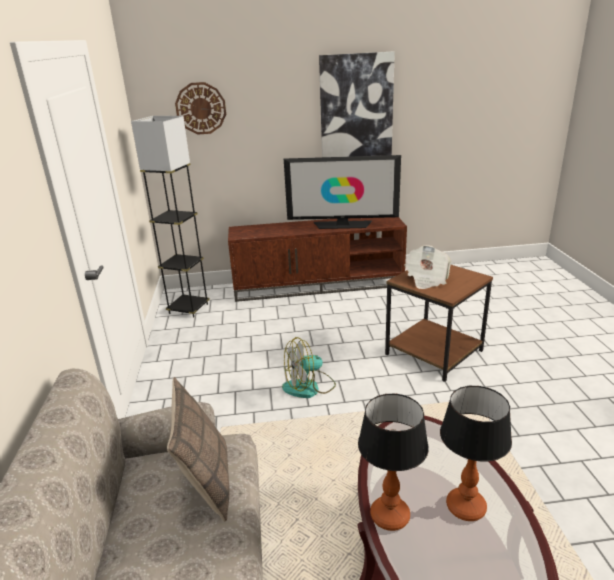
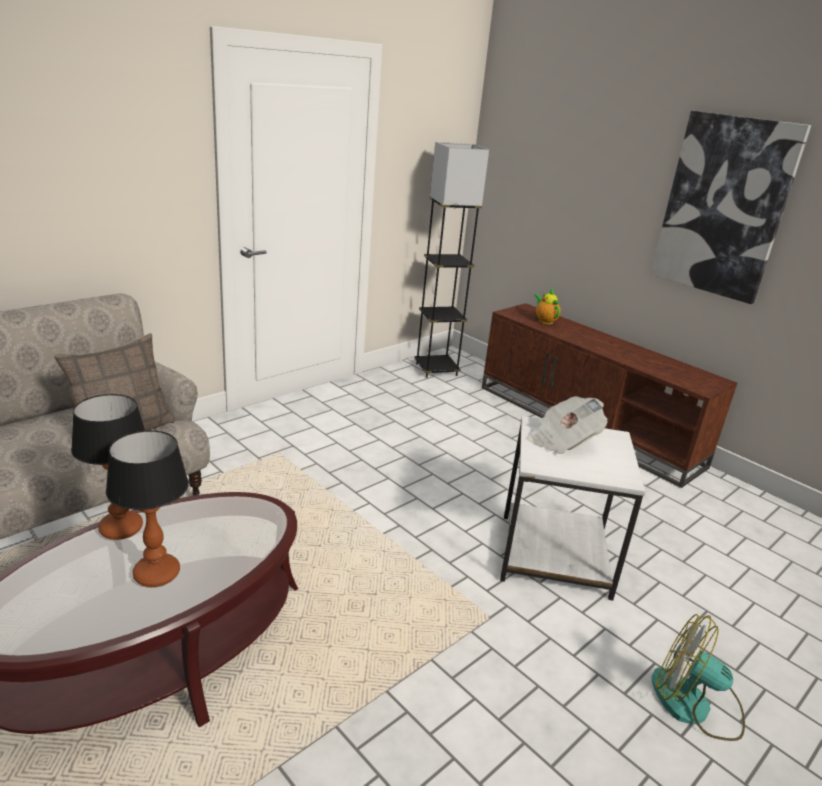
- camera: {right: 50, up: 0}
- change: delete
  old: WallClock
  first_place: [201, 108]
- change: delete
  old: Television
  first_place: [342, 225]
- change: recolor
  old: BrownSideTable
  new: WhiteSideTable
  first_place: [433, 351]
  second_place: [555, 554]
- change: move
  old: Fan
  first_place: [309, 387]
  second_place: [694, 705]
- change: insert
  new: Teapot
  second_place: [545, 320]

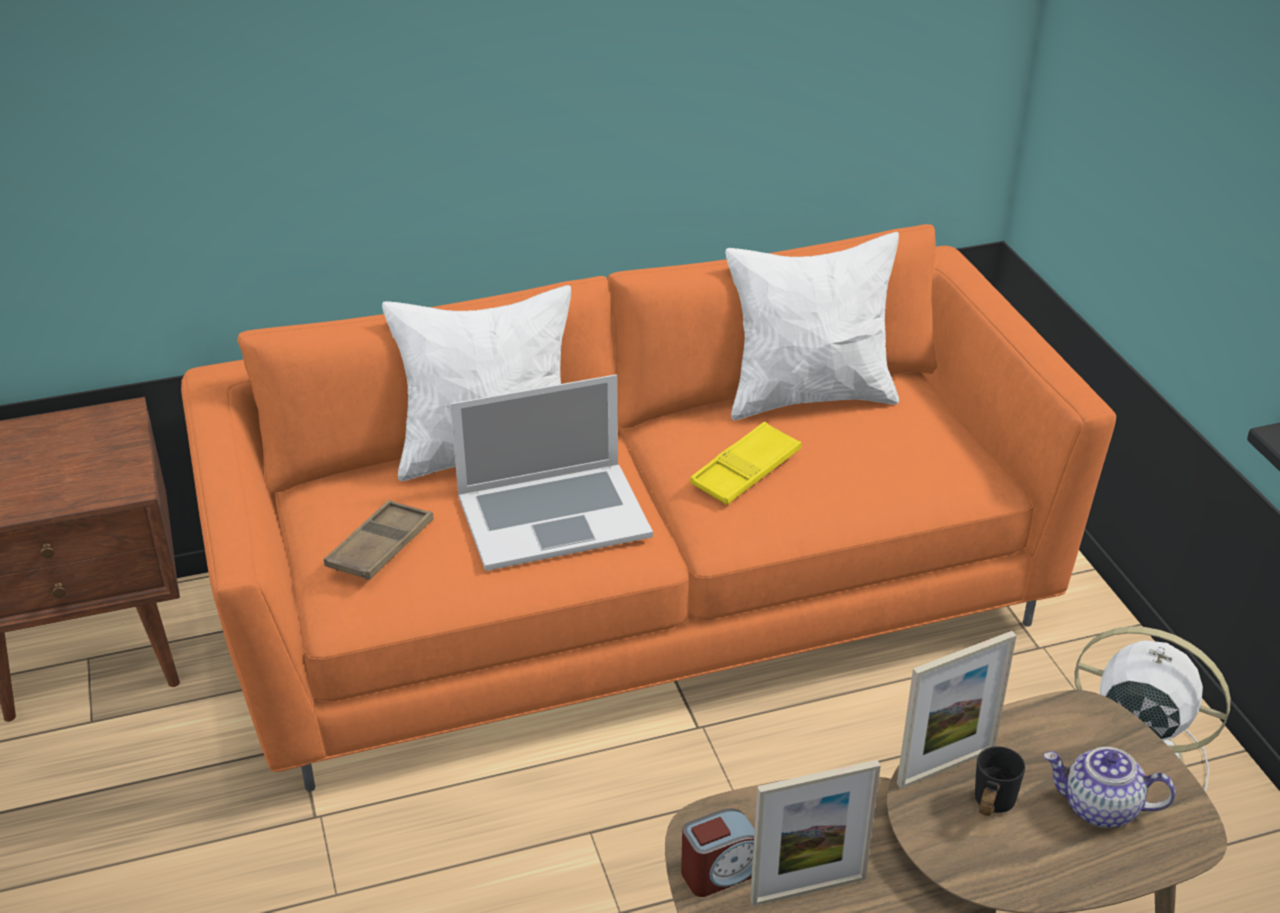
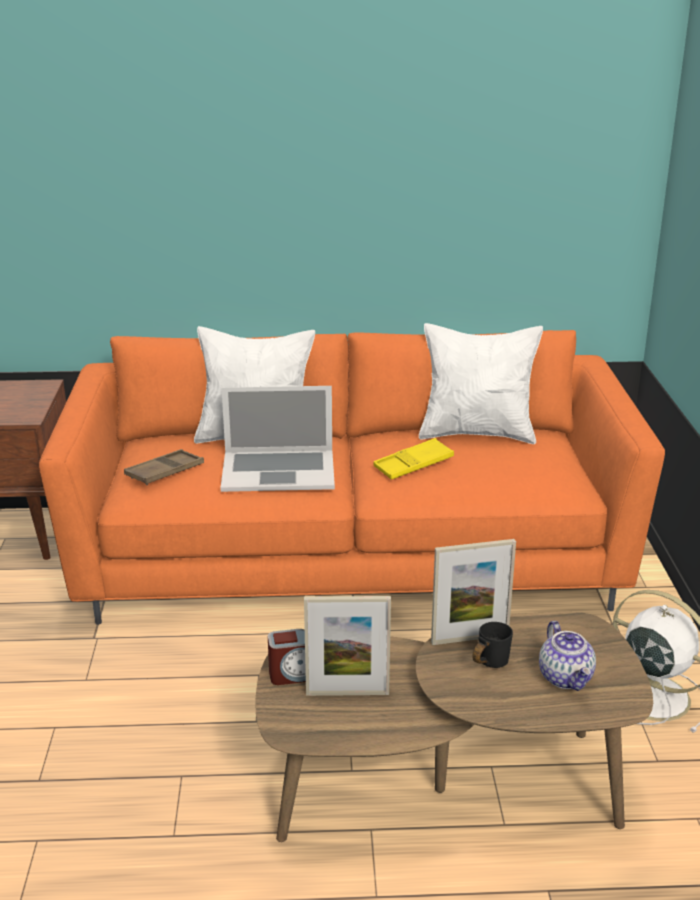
- camera: {right: 15, up: -10}
- change: rotate
  old: Teapot
  first_place: [1099, 808]
  second_place: [566, 678]
  degrees: -135

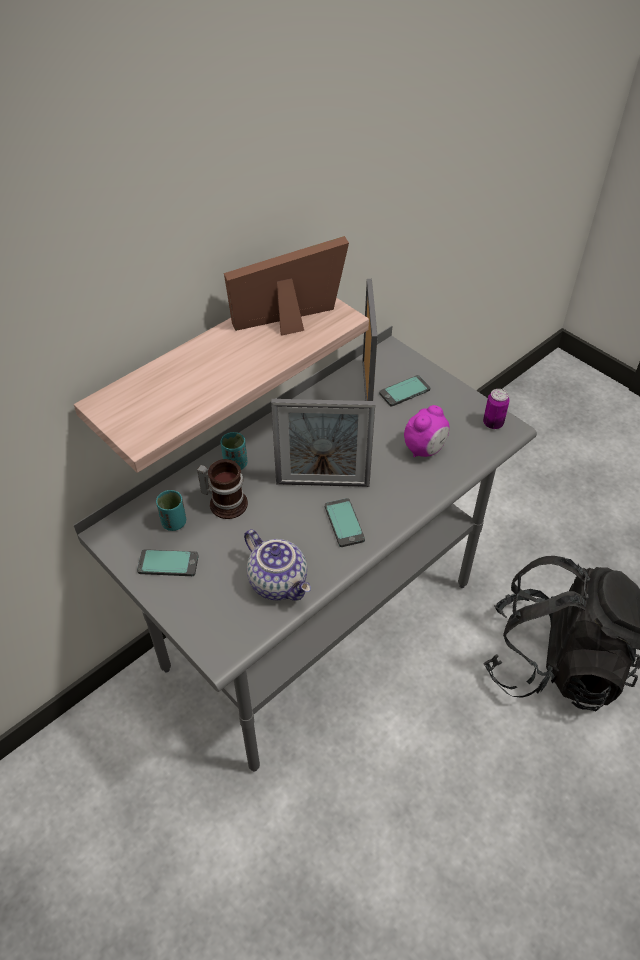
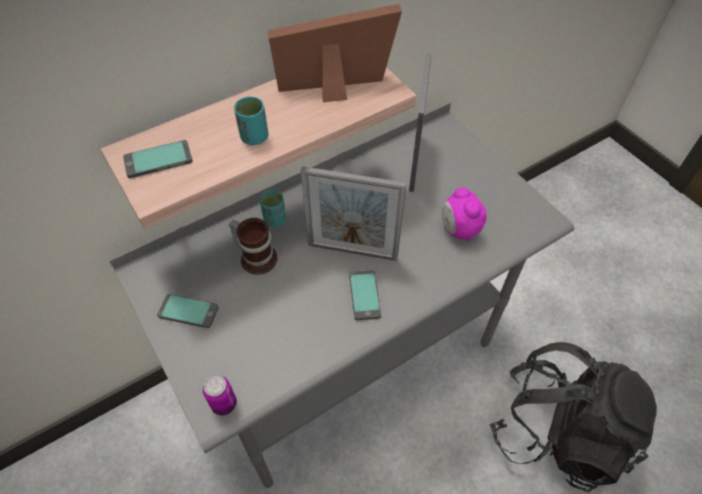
- camera: {right: 10, up: 5}
- change: move
  old: Phone
  first_place: [404, 392]
  second_place: [158, 160]
- change: move
  old: Can
  first_place: [493, 423]
  second_place: [224, 404]
- change: rotate
  old: AlarmClock
  first_place: [425, 449]
  second_place: [459, 230]
  degrees: 105
- change: move
  old: TurquoiseCup
  first_place: [174, 522]
  second_place: [254, 138]
- change: delete
  old: Teapot
  first_place: [279, 582]

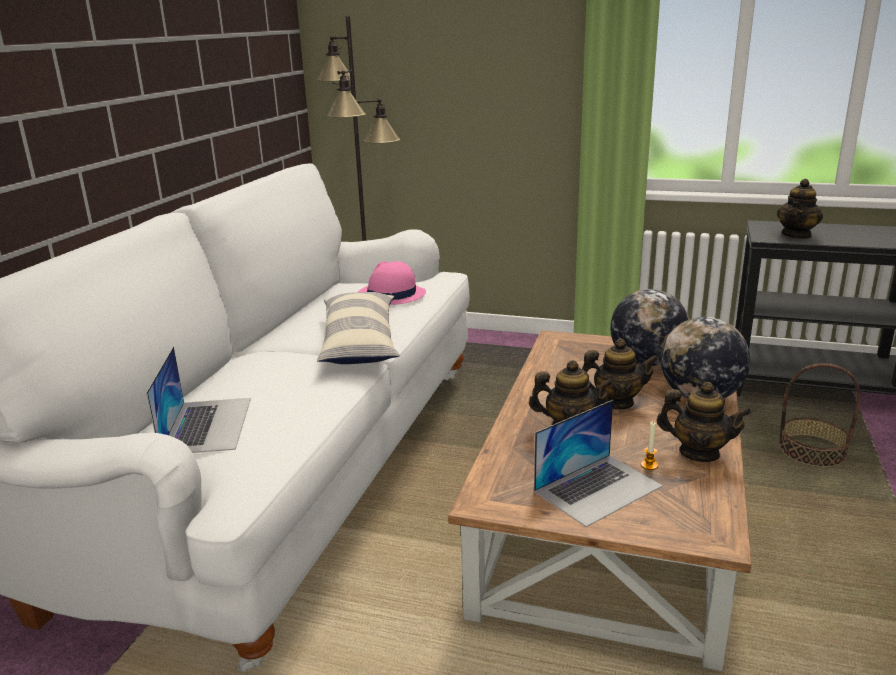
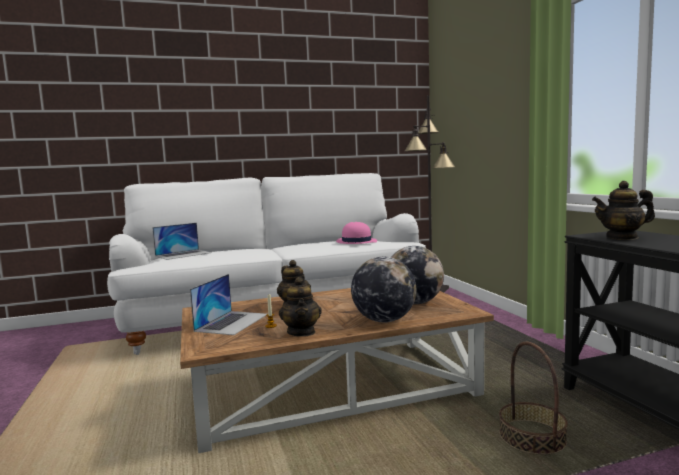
- camera: {right: 55, up: -15}
- change: delete
  old: Pillow
  first_place: [360, 343]
- change: delete
  old: Teapot
  first_place: [616, 402]
- change: rotate
  old: Laptop
  first_place: [598, 488]
  second_place: [232, 322]
  degrees: -90

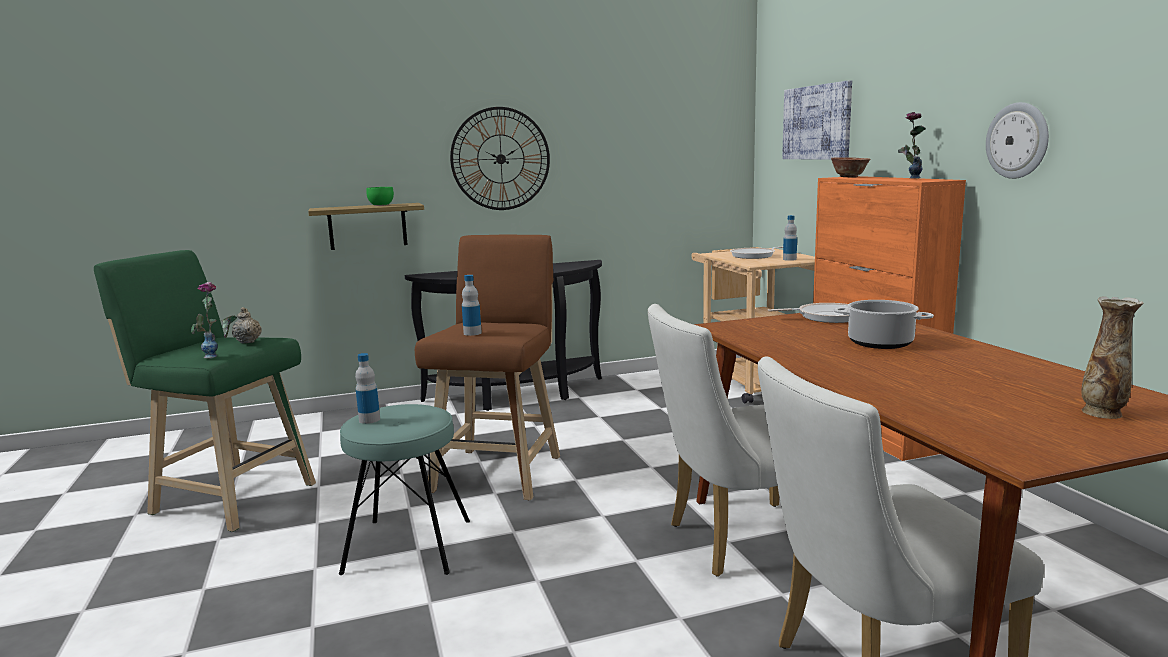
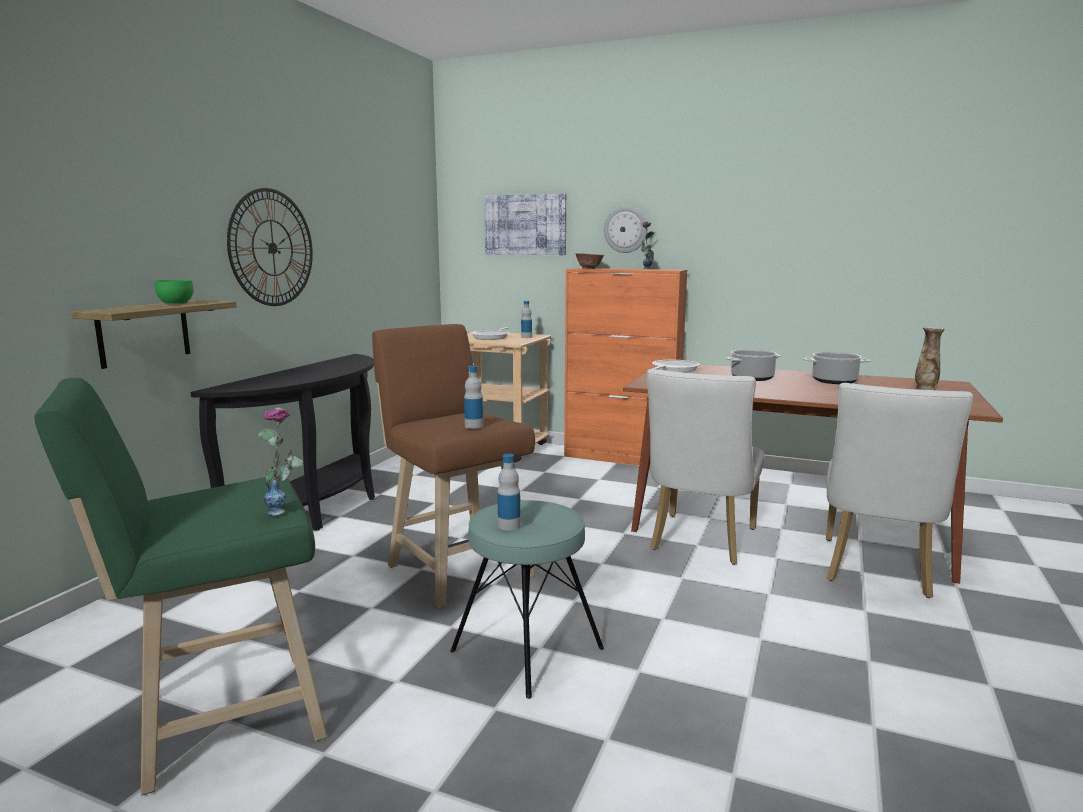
- camera: {right: -50, up: 0}
- change: move
  old: WallClock
  first_place: [1018, 140]
  second_place: [625, 229]
- change: delete
  old: BeigeTeapot
  first_place: [248, 341]
- change: insert
  new: CookingPot
  second_place: [835, 381]

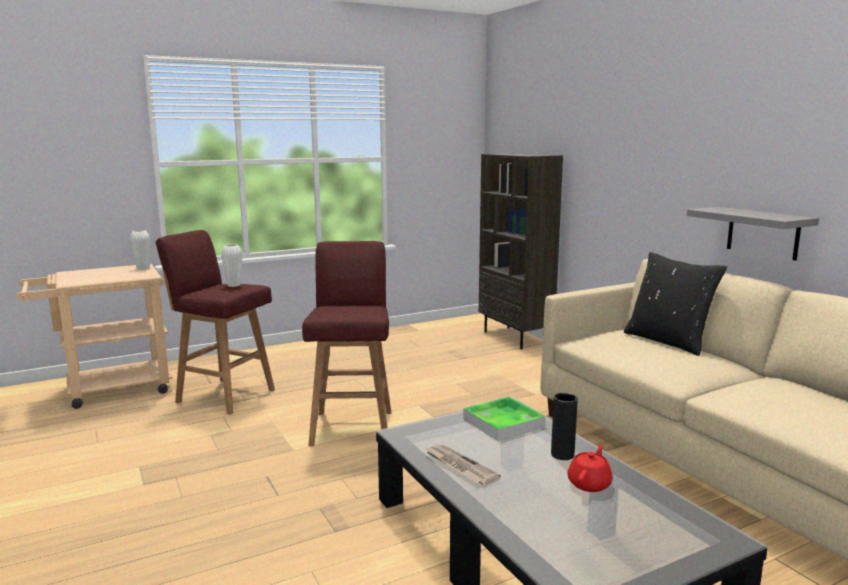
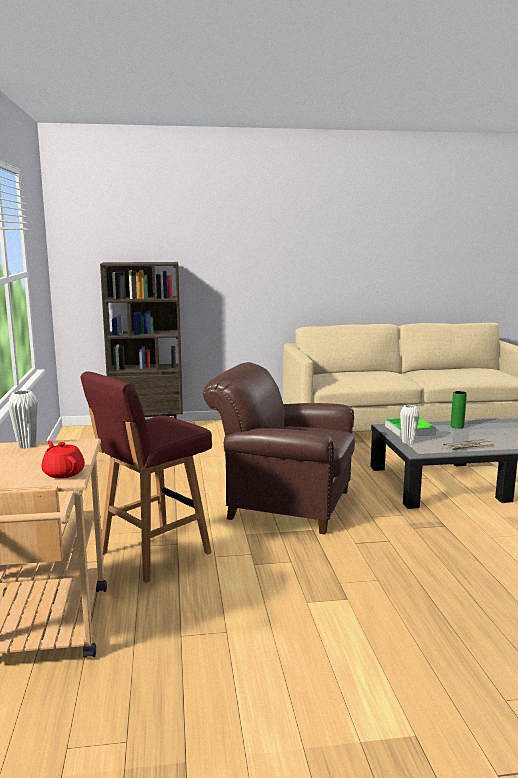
- camera: {right: -70, up: 0}
- change: delete
  old: GreyShelf
  first_place: [763, 233]
- change: replace
  old: RedStool
  new: BrownArmchair
  first_place: [352, 427]
  second_place: [283, 504]
- change: move
  old: WhiteVase
  first_place: [234, 285]
  second_place: [408, 442]
- change: delete
  old: BlackPillow
  first_place: [668, 341]
- change: recolor
  old: BlackVase
  new: GreenVase
  first_place: [562, 455]
  second_place: [457, 426]
- change: move
  old: RedTeapot
  first_place: [590, 484]
  second_place: [63, 473]

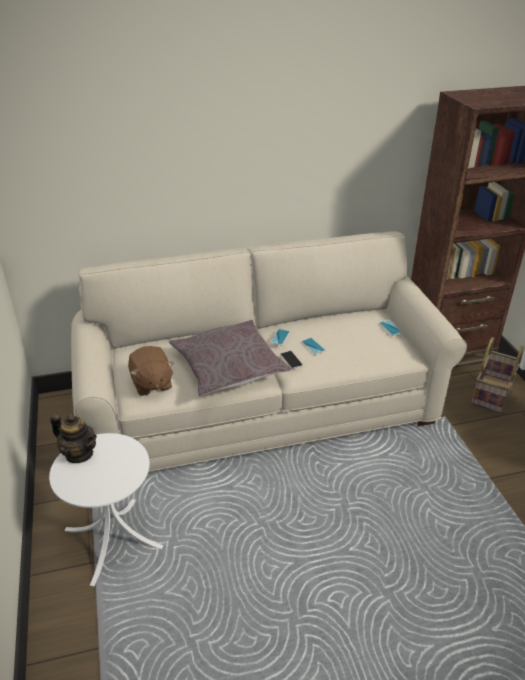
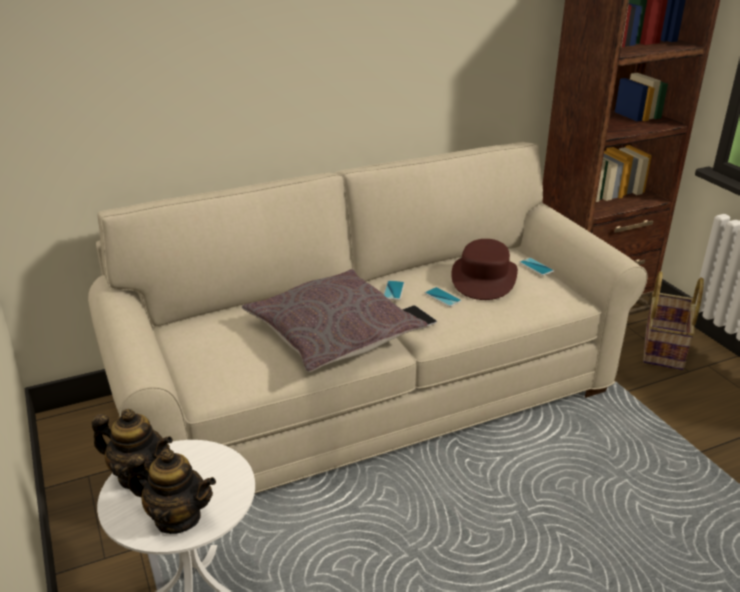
- camera: {right: -10, up: -5}
- change: delete
  old: BrownPlushToy
  first_place: [151, 383]
- change: insert
  new: BrownHat
  second_place: [483, 278]
- change: insert
  new: Teapot
  second_place: [177, 518]

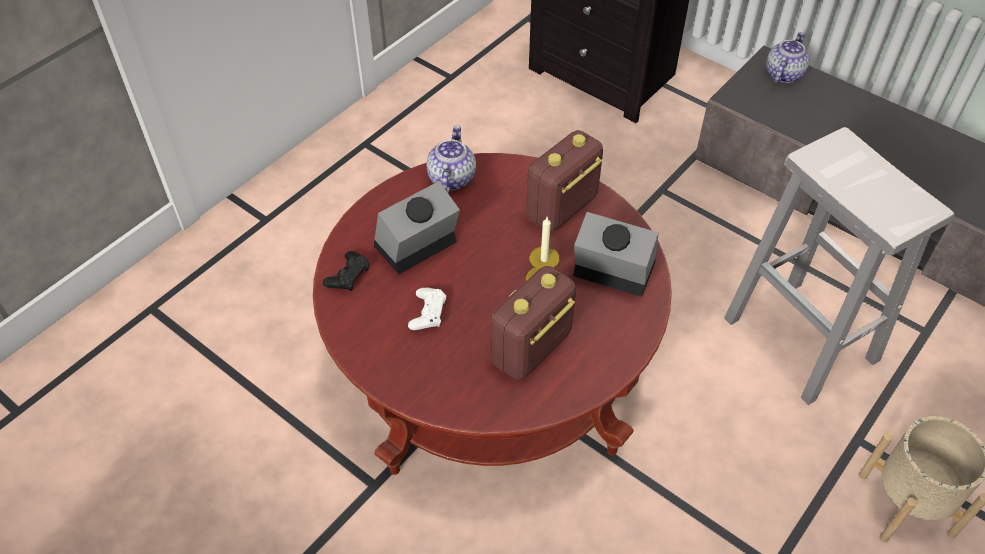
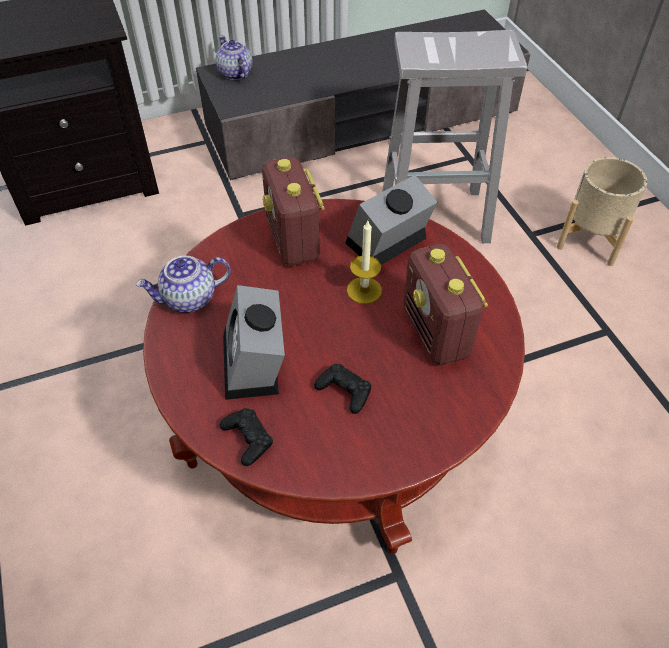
- camera: {right: -60, up: 0}
- change: rotate
  old: Teapot
  first_place: [451, 178]
  second_place: [189, 299]
  degrees: -60
- change: recolor
  old: WhiteGameController
  new: BlackGameController
  first_place: [428, 313]
  second_place: [344, 391]

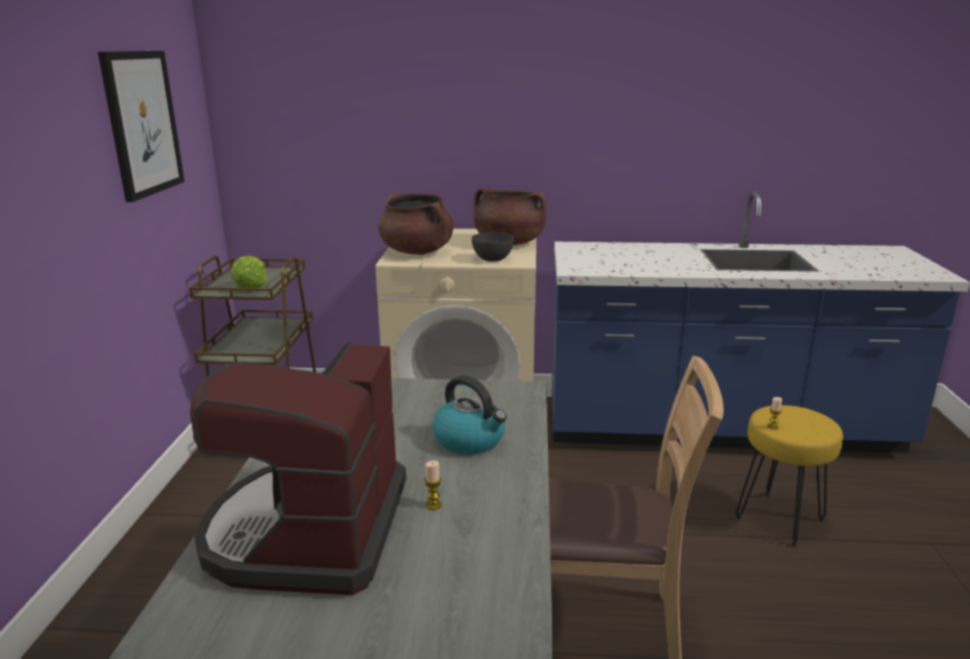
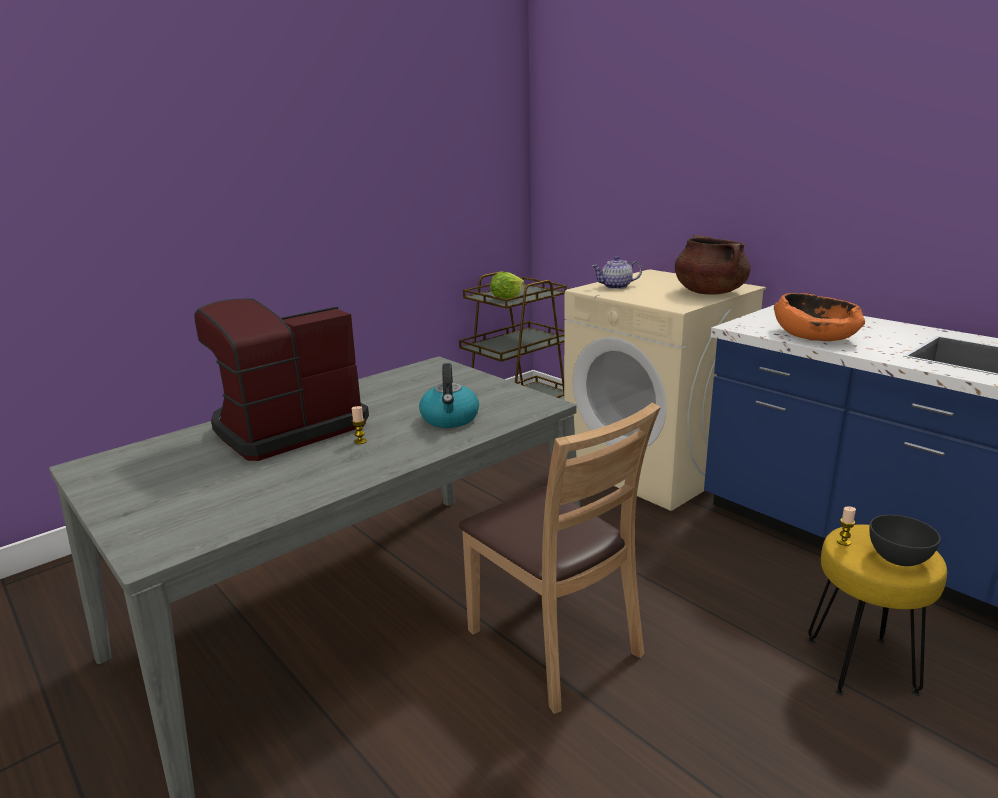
- camera: {right: 45, up: 0}
- change: delete
  old: Picture
  first_place: [142, 123]
- change: replace
  old: BrownCookingPot
  new: Teapot
  first_place: [417, 252]
  second_place: [616, 286]
- change: move
  old: GreyBowl
  first_place: [492, 259]
  second_place: [898, 558]
- change: insert
  new: OrangeBowl
  second_place: [814, 336]

